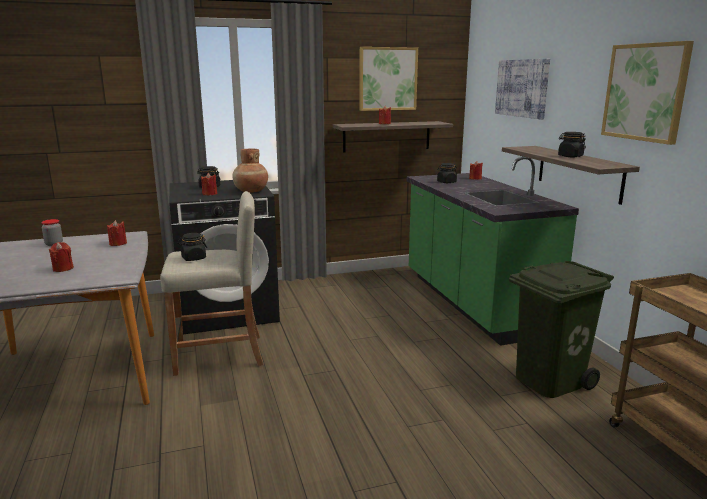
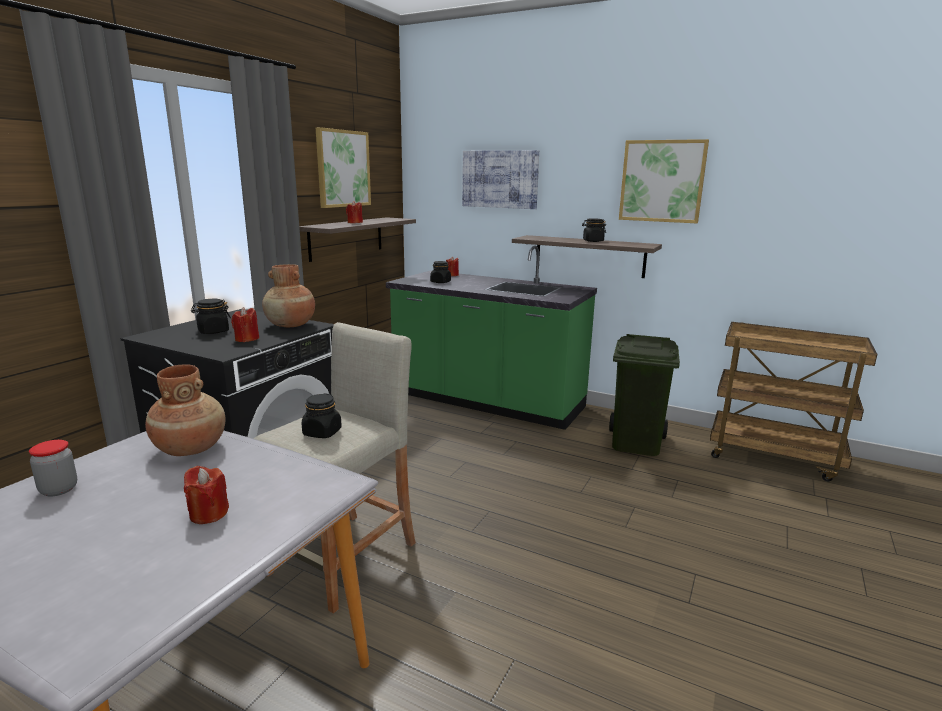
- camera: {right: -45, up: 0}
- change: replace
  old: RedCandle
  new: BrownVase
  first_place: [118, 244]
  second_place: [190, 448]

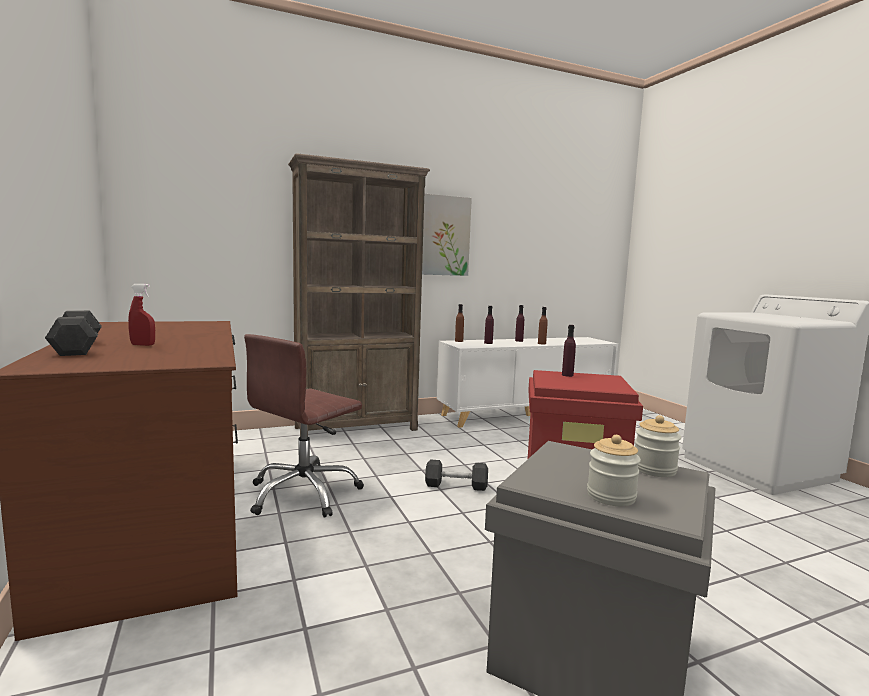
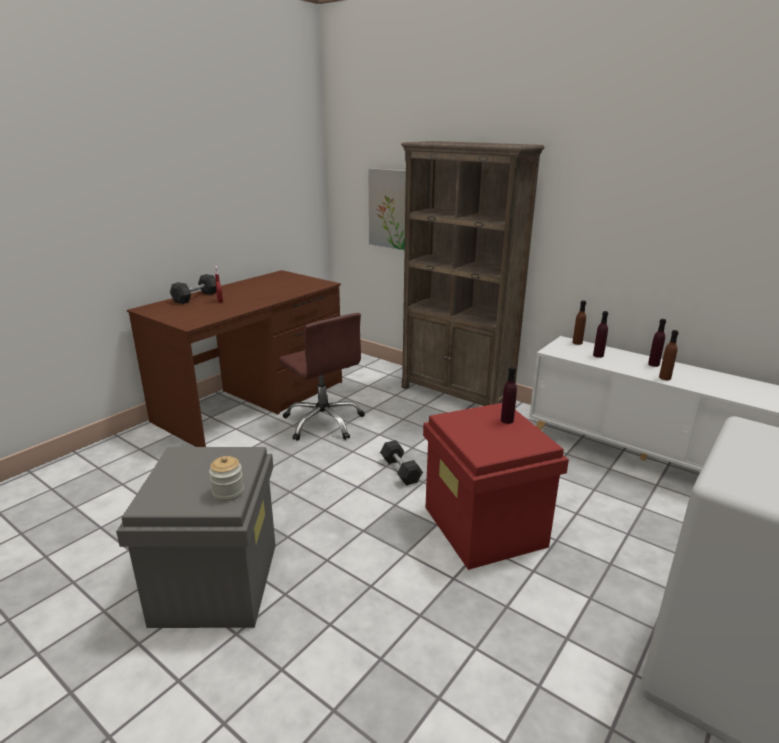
- camera: {right: 60, up: 15}
- change: move
  old: Picture
  first_place: [444, 236]
  second_place: [391, 209]
- change: rotate
  old: BrownOfficeChair
  first_place: [304, 494]
  second_place: [324, 422]
  degrees: -135
- change: delete
  old: Jar
  first_place: [611, 496]

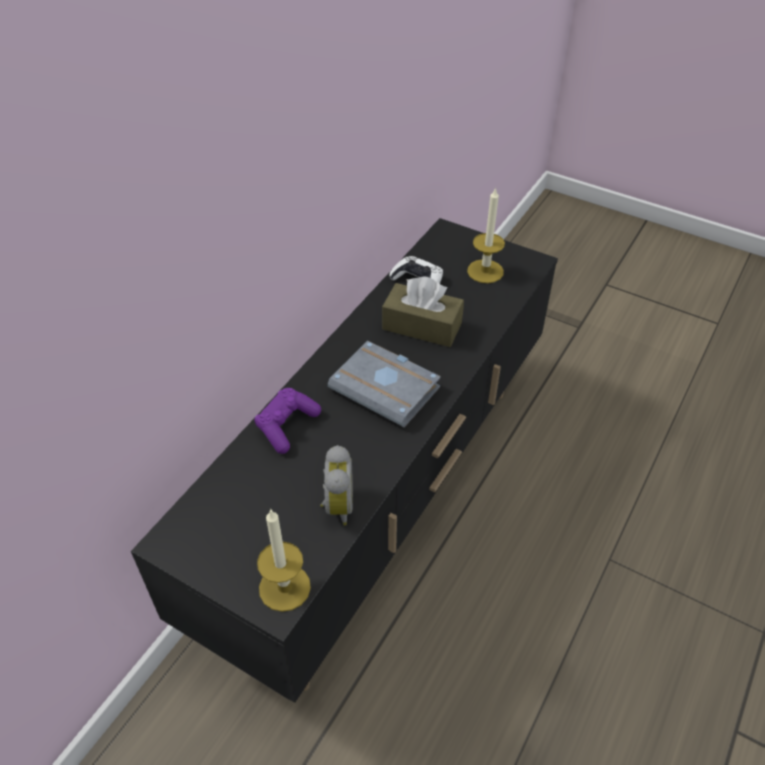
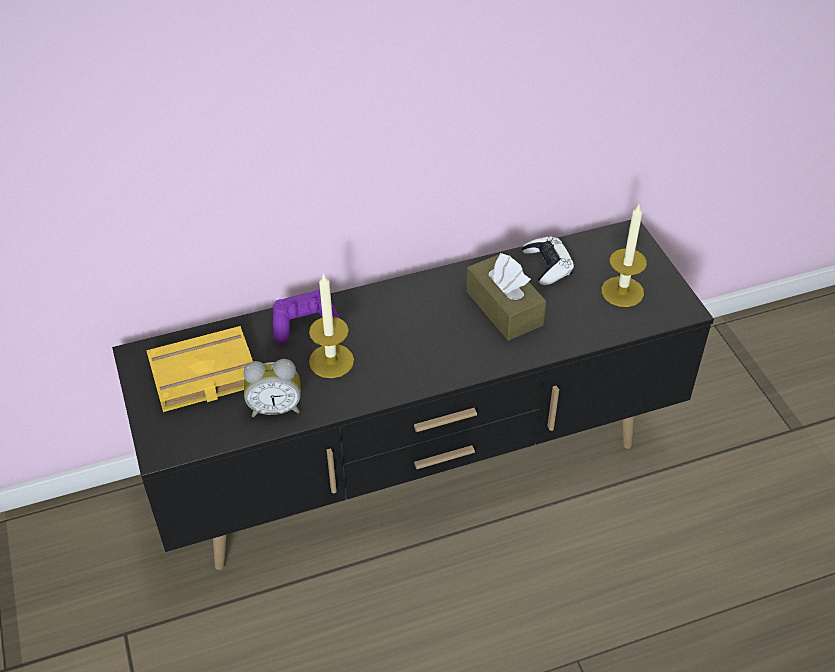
- camera: {right: 40, up: 0}
- change: delete
  old: GreyBook
  first_place: [388, 388]
- change: rotate
  old: AlarmClock
  first_place: [336, 505]
  second_place: [275, 408]
  degrees: 45
- change: move
  old: Candle
  first_place: [284, 587]
  second_place: [331, 361]
- change: insert
  new: YellowBook
  second_place: [202, 377]

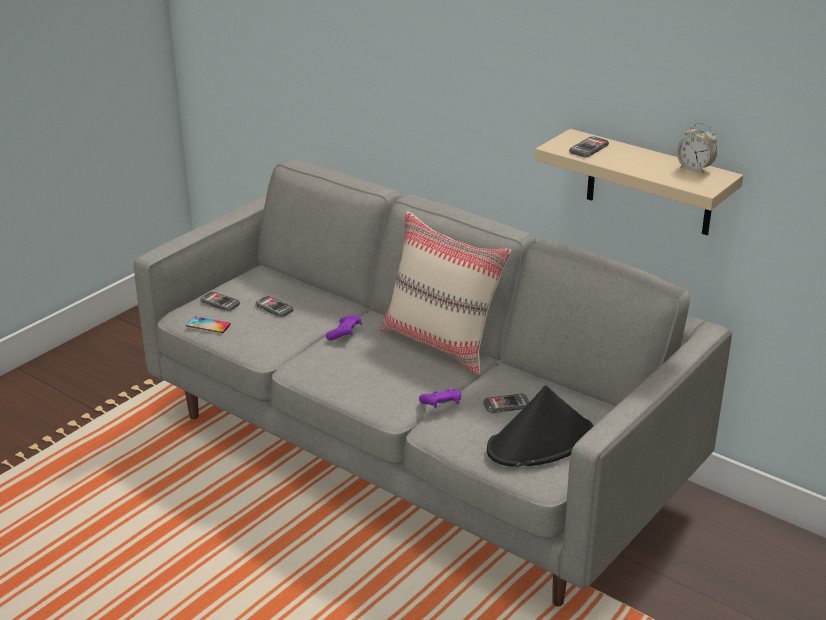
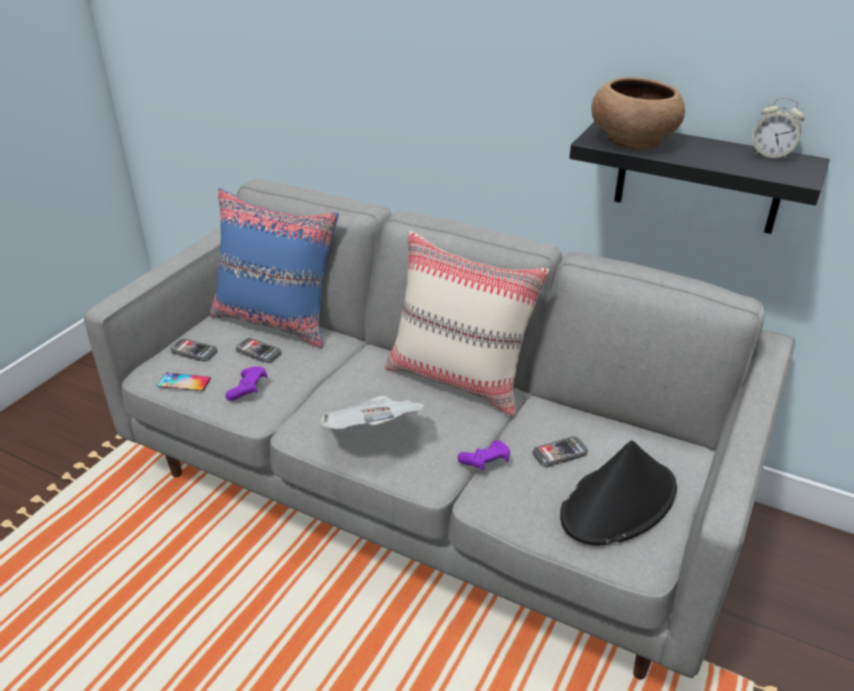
- camera: {right: -10, up: 5}
- change: recolor
  old: BeigeShelf
  new: BlackShelf
  first_place: [649, 183]
  second_place: [698, 178]
- change: replace
  old: Phone
  new: BrownBowl
  first_place: [588, 148]
  second_place: [633, 140]
- change: move
  old: PurpleGameController
  first_place: [345, 334]
  second_place: [248, 390]
- change: insert
  new: BluePillow
  second_place: [277, 321]
- change: insert
  new: Newspaper
  second_place: [373, 433]

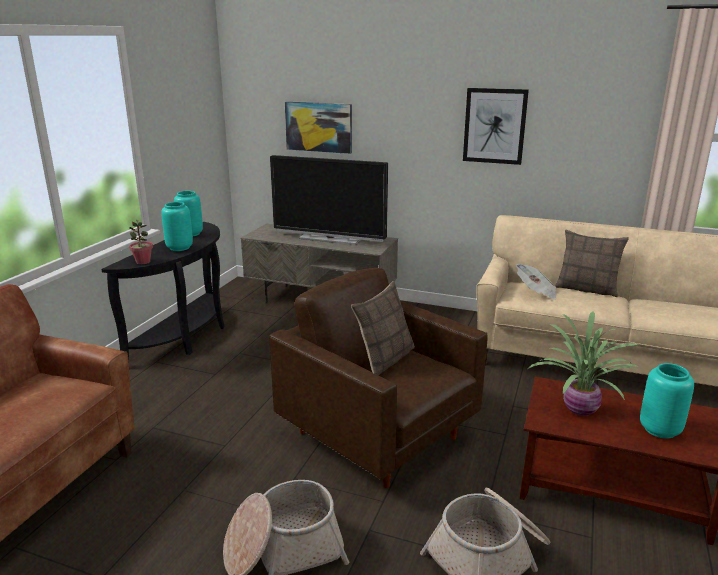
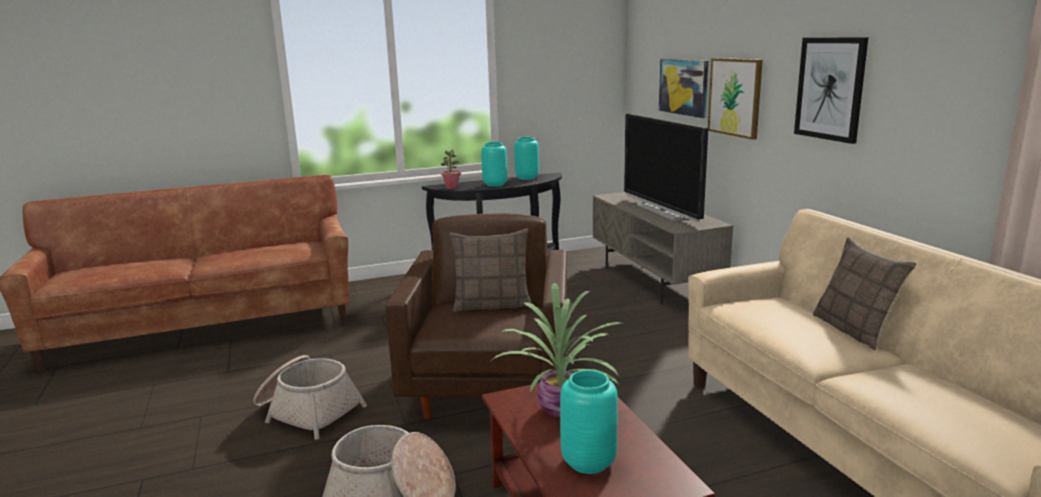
- camera: {right: 50, up: -5}
- change: delete
  old: Newspaper
  first_place: [536, 292]
- change: insert
  new: Picture
  second_place: [735, 97]

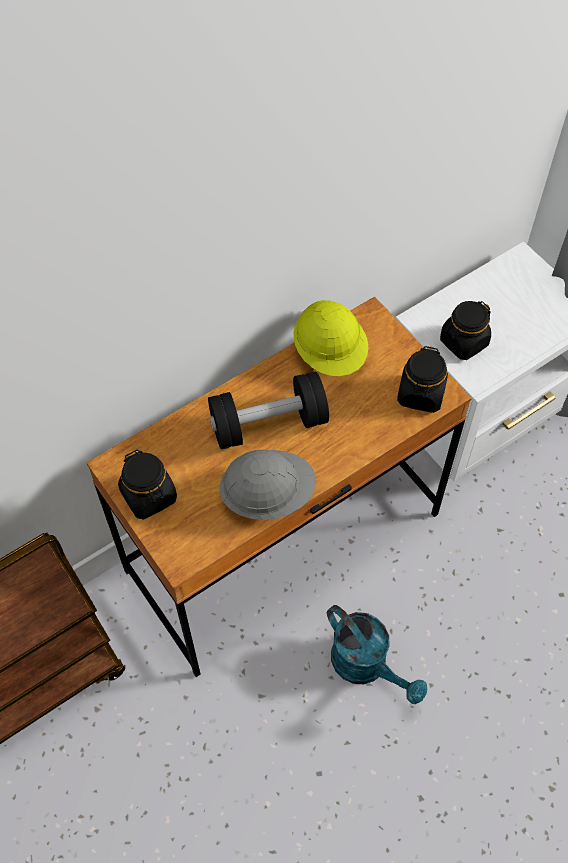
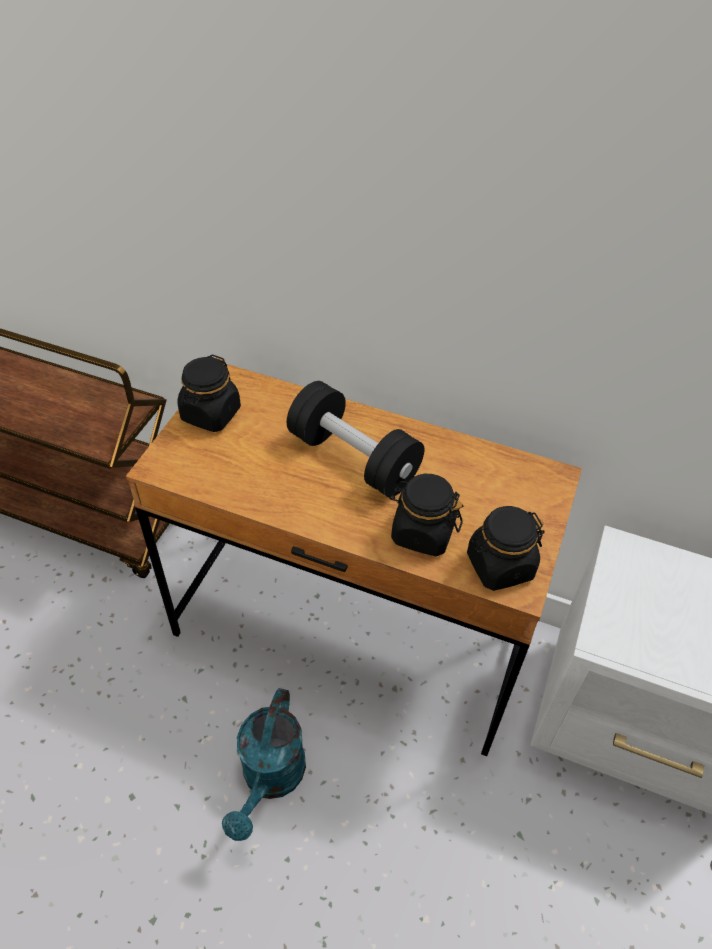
- camera: {right: 55, up: -10}
- change: delete
  old: YellowHardHat
  first_place: [330, 353]
- change: move
  old: BlackJar
  first_place: [463, 342]
  second_place: [422, 532]
- change: delete
  old: GreyHardHat
  first_place: [268, 495]

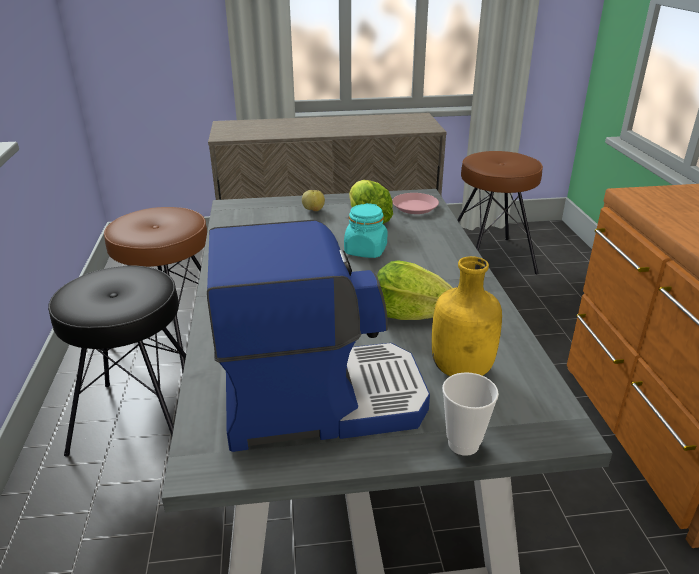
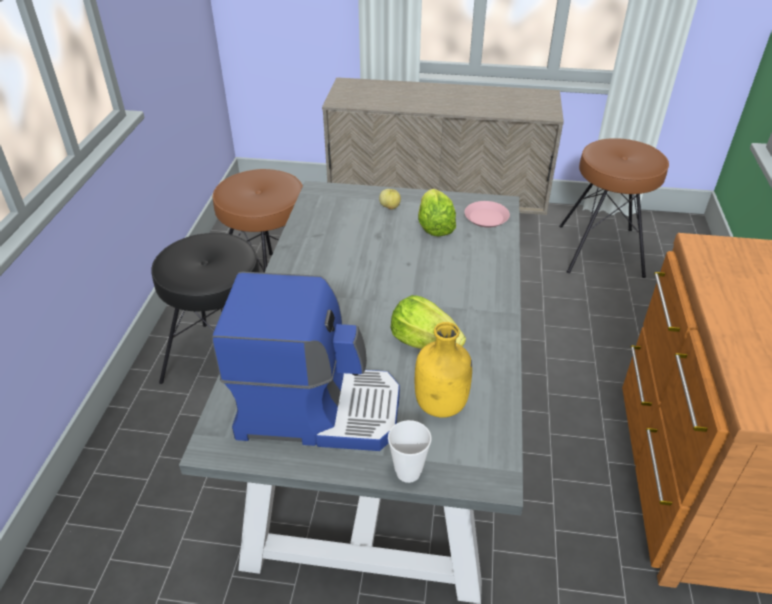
- camera: {right: 15, up: 10}
- change: delete
  old: TurquoiseJar
  first_place: [365, 251]

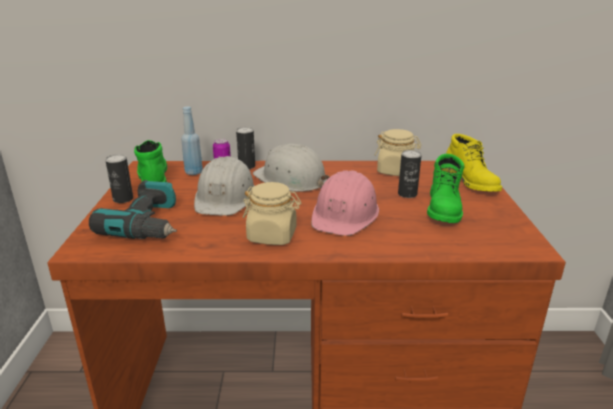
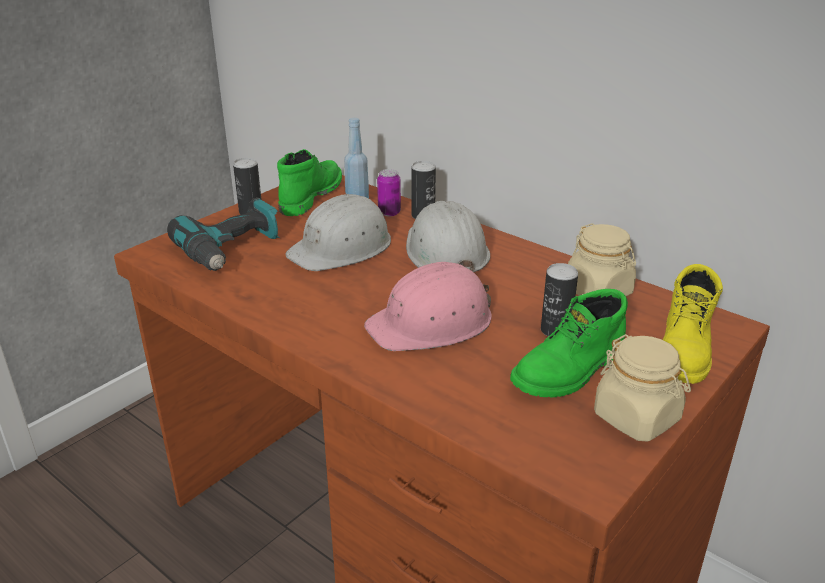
- camera: {right: 40, up: 5}
- change: move
  old: BeigeJar
  first_place: [272, 236]
  second_place: [637, 418]

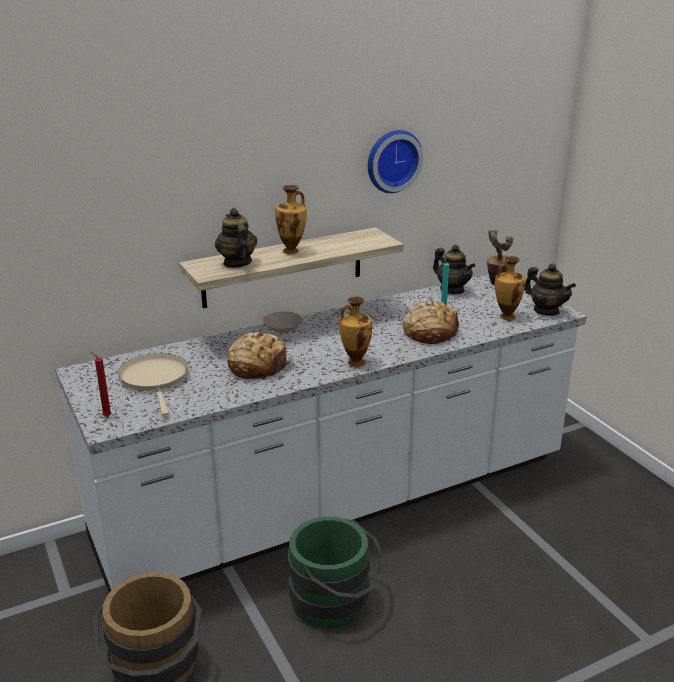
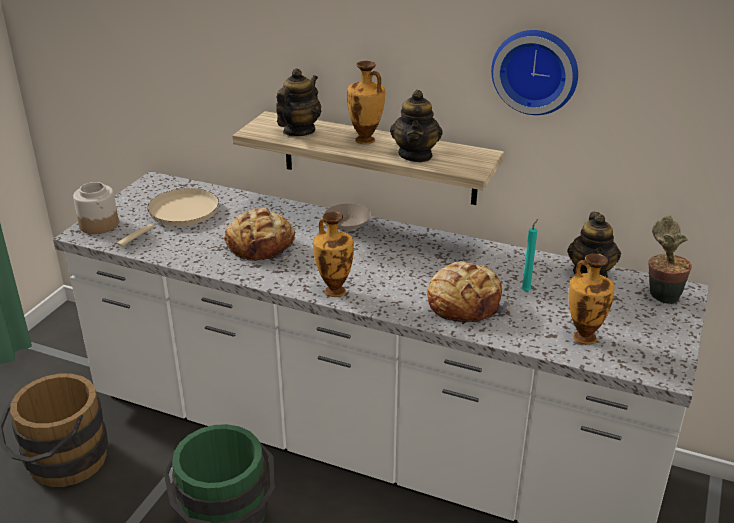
- camera: {right: 50, up: 5}
- change: move
  old: Teapot
  first_place: [546, 311]
  second_place: [416, 155]
- change: replace
  old: RedCandle
  new: Jar
  first_place: [106, 416]
  second_place: [99, 224]

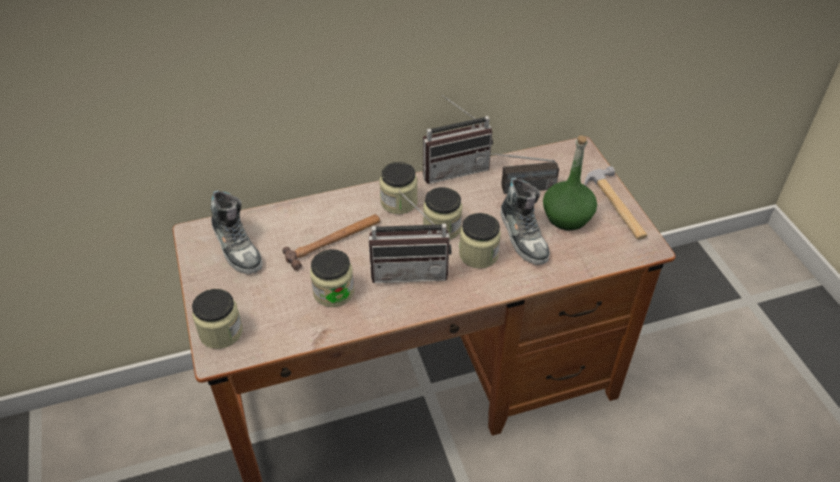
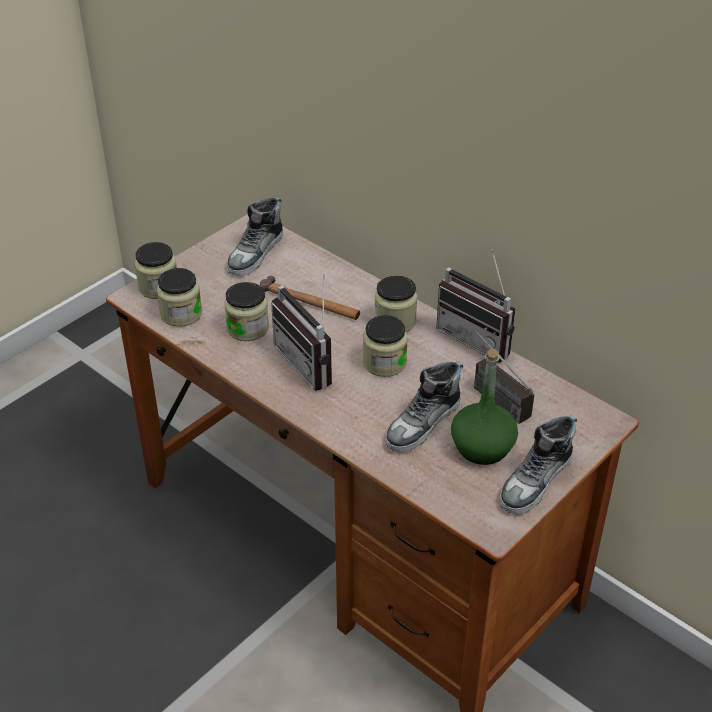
- camera: {right: 60, up: -5}
- change: replace
  old: Hammer
  new: Shoe
  first_place: [615, 206]
  second_place: [536, 481]
- change: move
  old: Jar
  first_place: [478, 254]
  second_place: [181, 314]

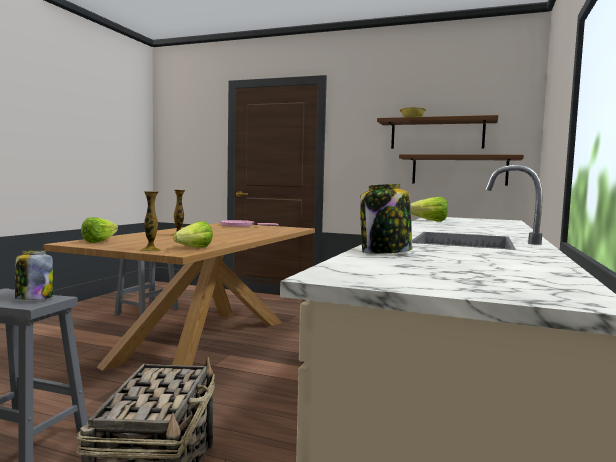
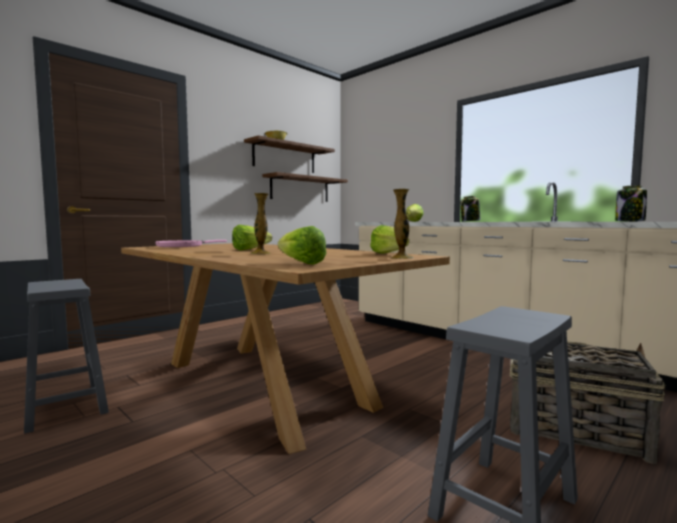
- camera: {right: -65, up: 0}
- change: move
  old: Jar
  first_place: [33, 298]
  second_place: [470, 221]
- change: insert
  new: Lettuce
  second_place: [253, 250]

